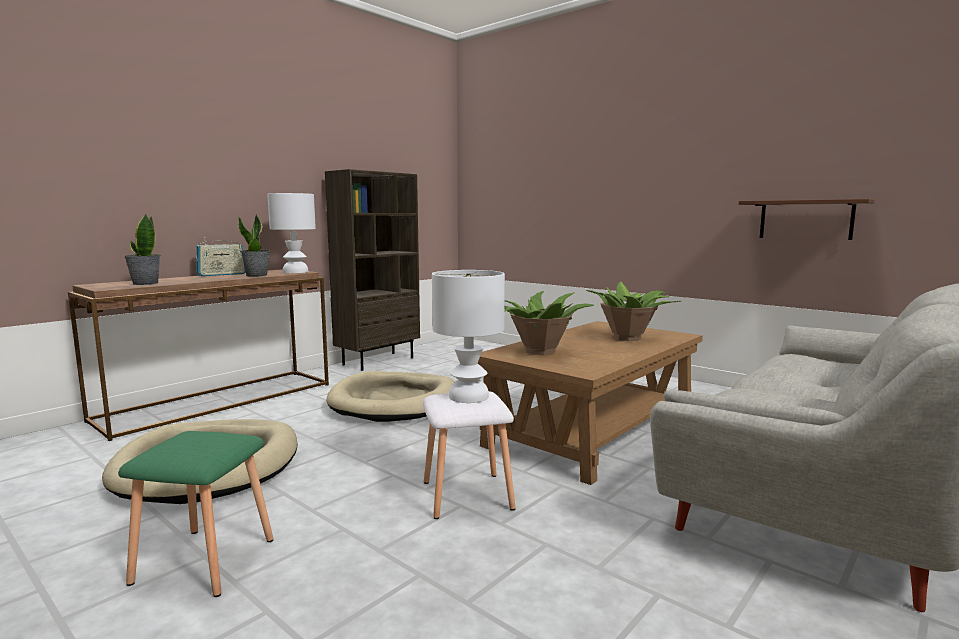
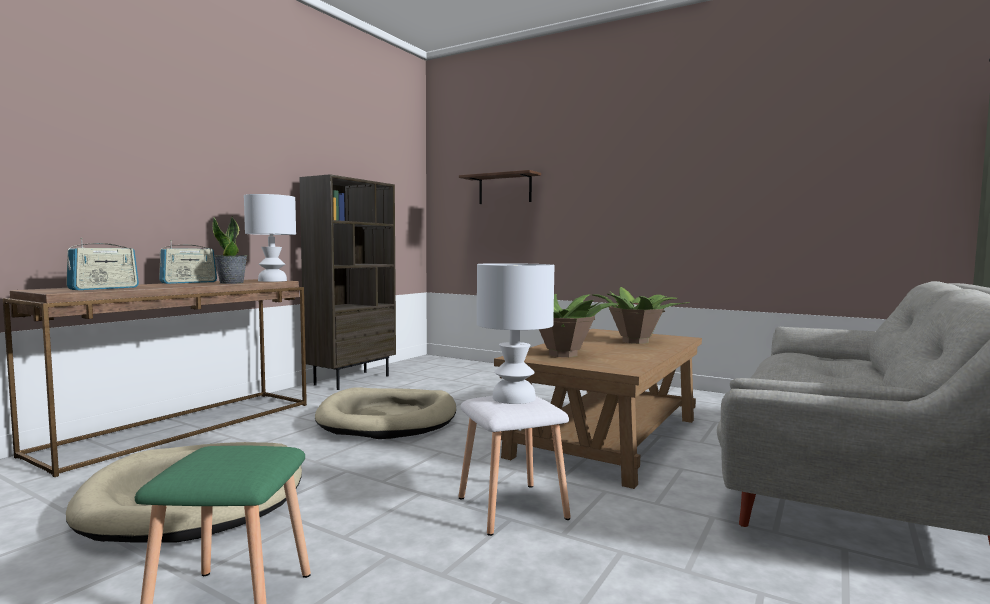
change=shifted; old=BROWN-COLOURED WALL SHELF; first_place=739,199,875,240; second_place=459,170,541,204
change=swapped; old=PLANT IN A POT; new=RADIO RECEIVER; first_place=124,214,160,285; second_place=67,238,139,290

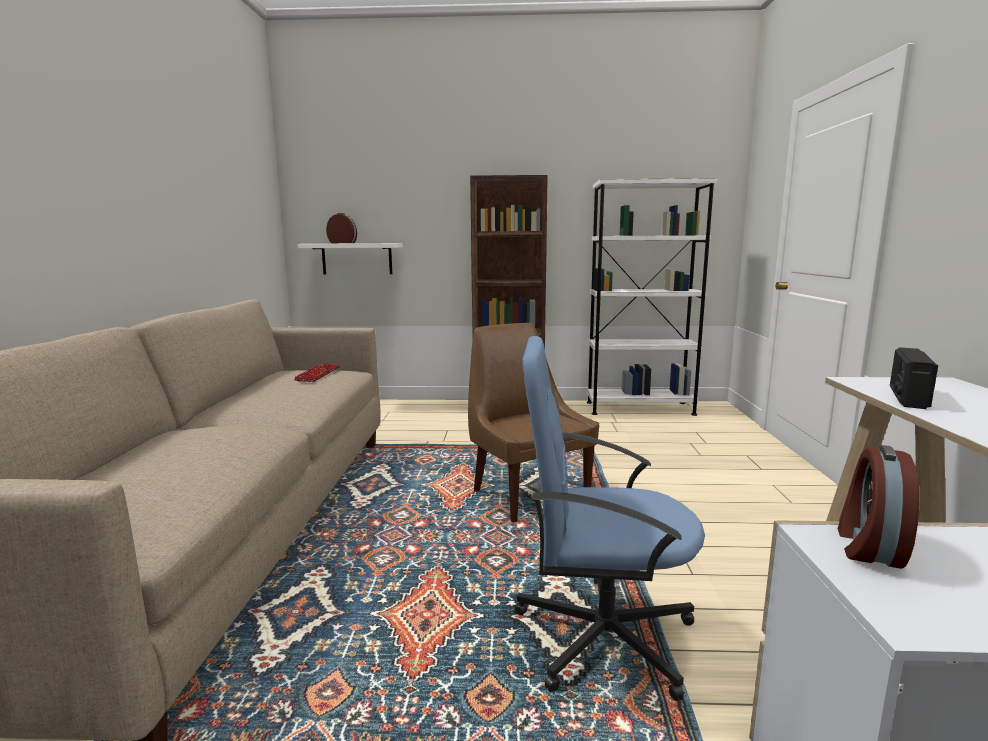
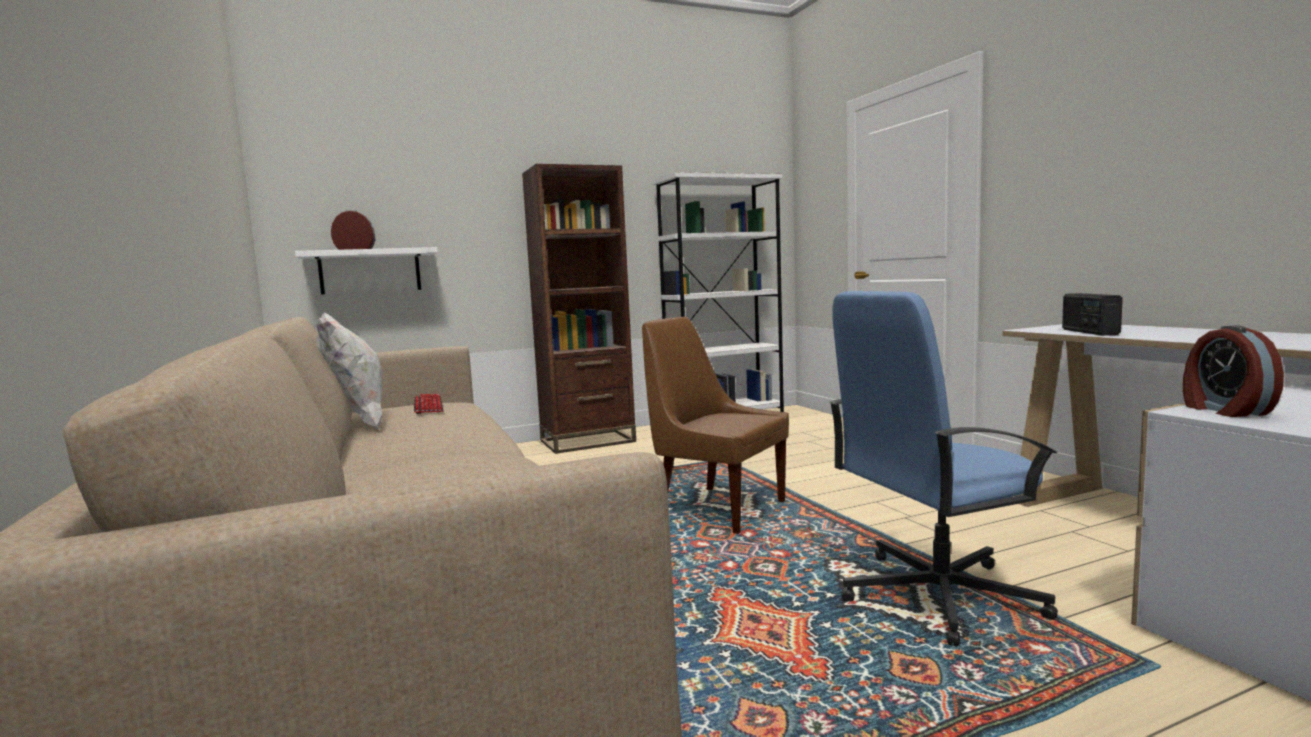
change=new; new=WHITE-COLOURED CUSHION; second_place=317,312,382,430

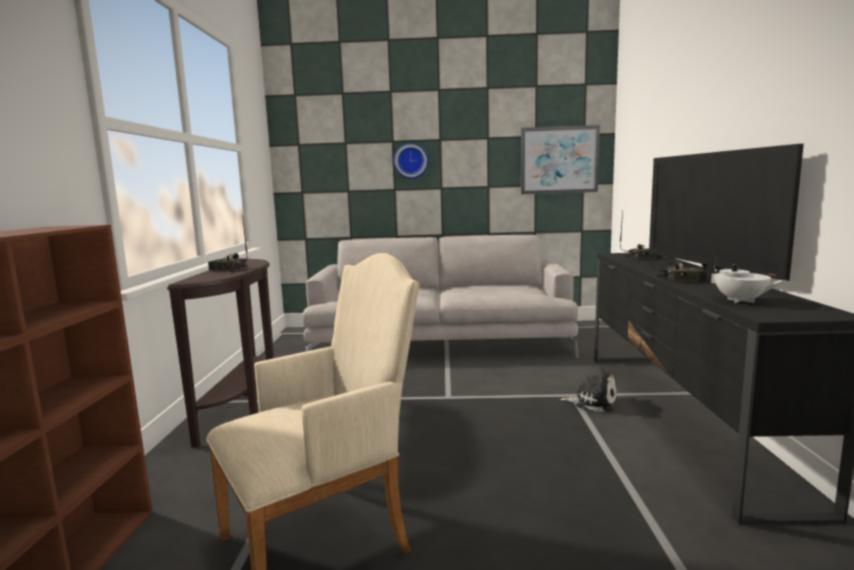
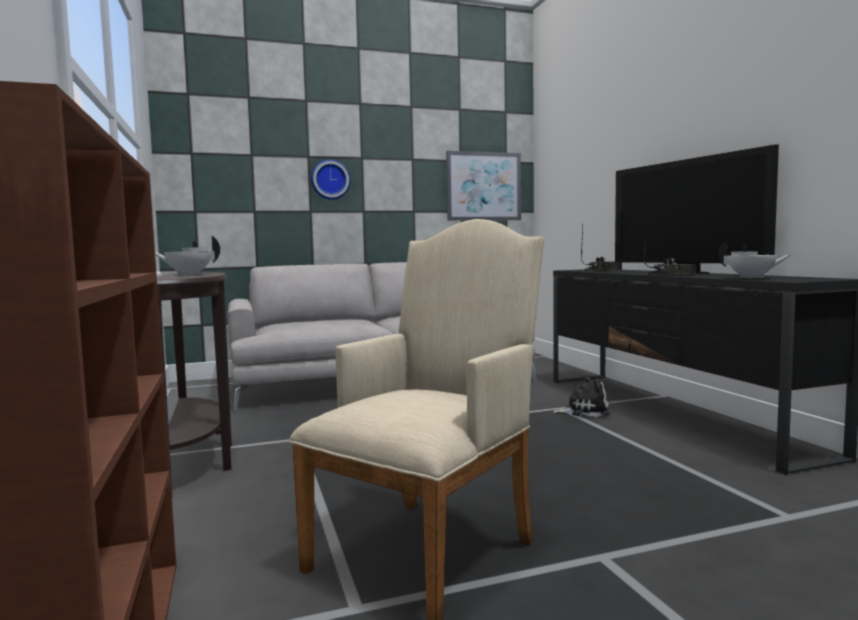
change=swapped; old=RADIO RECEIVER; new=WHITE-COLOURED TEAPOT; first_place=208,214,247,272; second_place=155,235,220,275

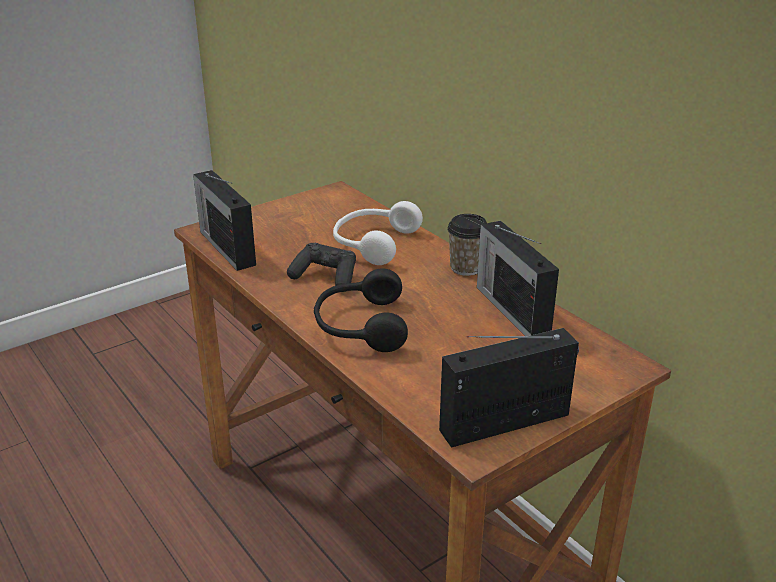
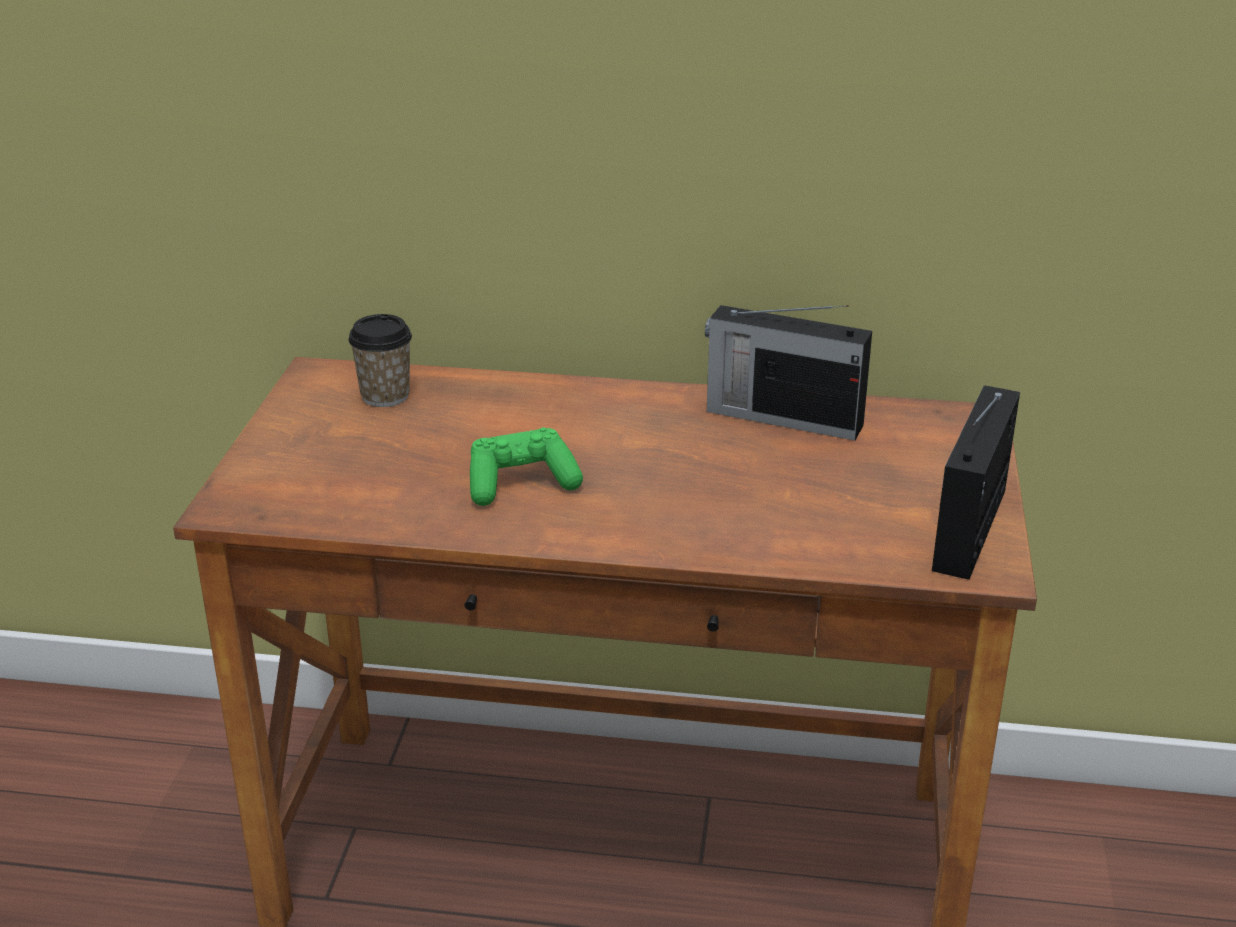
change=gone; old=RADIO RECEIVER; first_place=193,170,256,271
change=gone; old=WHITE-COLOURED HEADSET; first_place=333,201,423,265
change=shifted; old=CUP; first_place=447,214,487,276; second_place=348,314,412,407
change=repainted; old=BLACK GAMEPAD; new=GREENISH GAMEPAD; first_place=287,242,356,292; second_place=470,428,583,506
change=gone; old=BLACK HEADSET; first_place=314,268,408,352

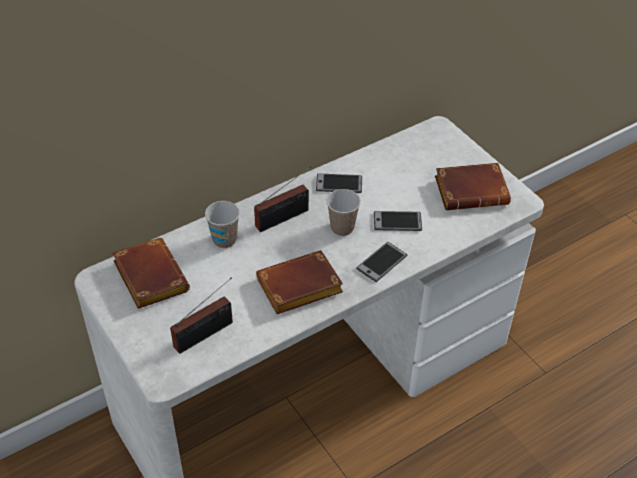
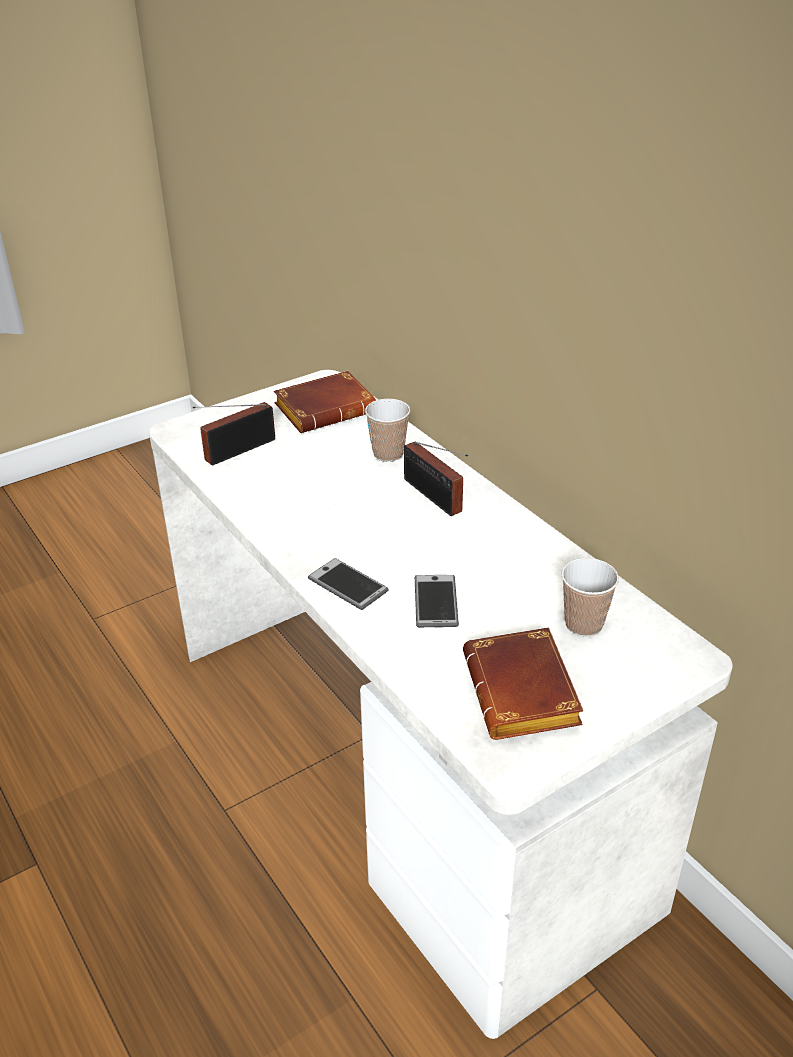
change=gone; old=PHONE; first_place=316,173,362,193
change=shifted; old=CUP; first_place=326,189,361,236; second_place=562,558,619,637
change=gone; old=BROWN-COLOURED BOOK; first_place=256,250,343,314
change=rotated; old=RADIO RECEIVER; first_place=170,278,233,354; second_place=193,402,275,465; degrees=90

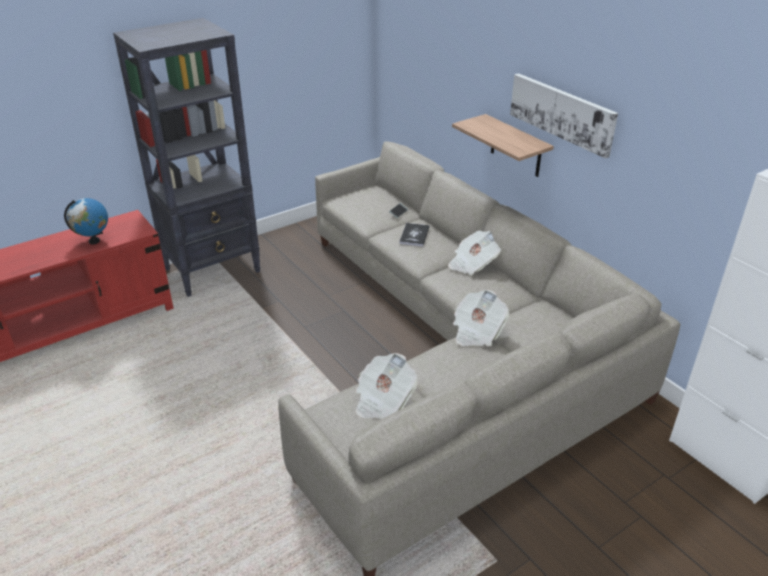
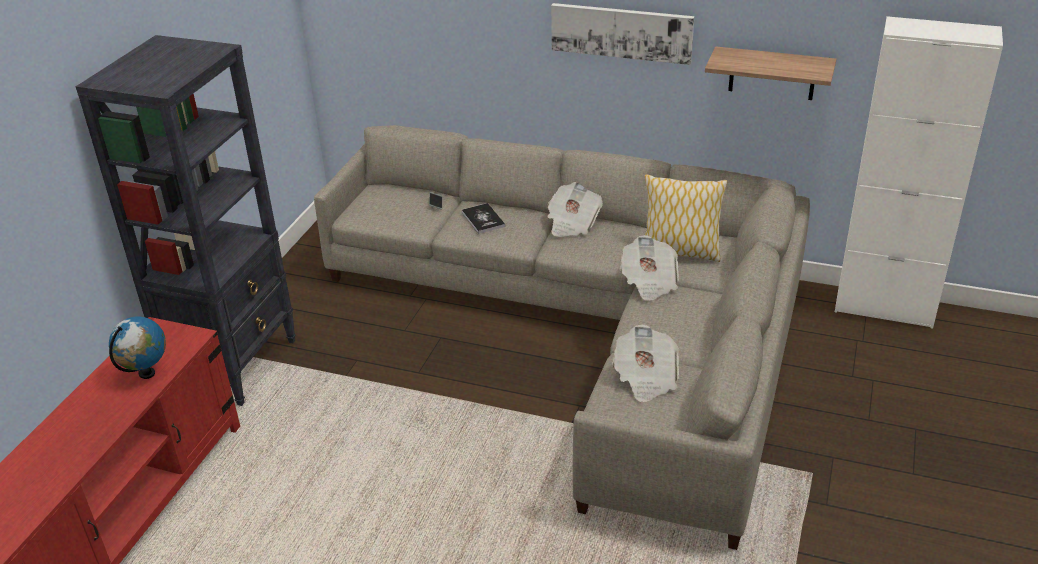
change=shifted; old=WALL SHELF; first_place=452,114,554,177; second_place=705,46,836,100
change=new; new=CUSHION; second_place=645,174,727,262

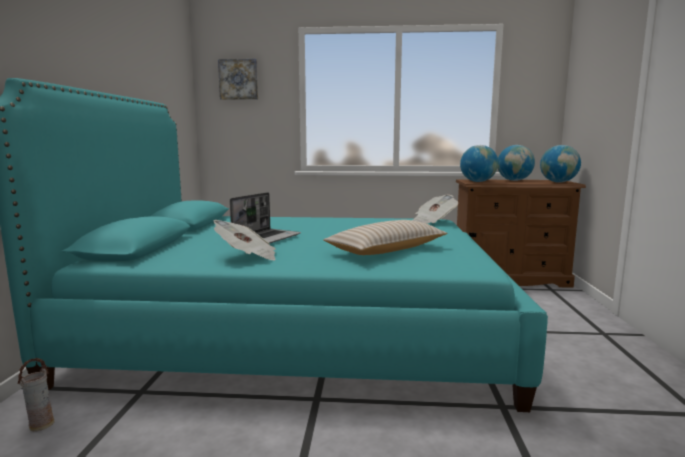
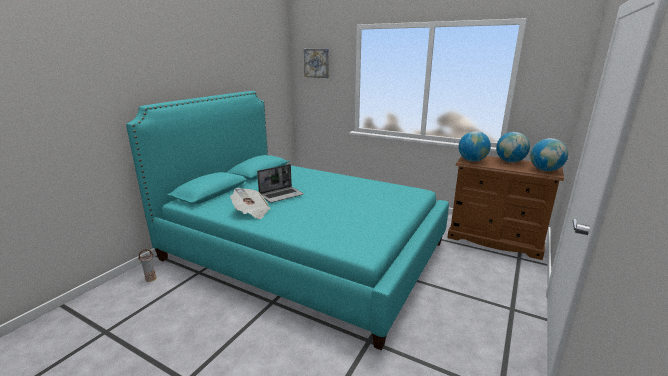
change=gone; old=NEWSPAPER; first_place=412,195,458,224
change=gone; old=BEIGE CUSHION; first_place=323,220,448,255

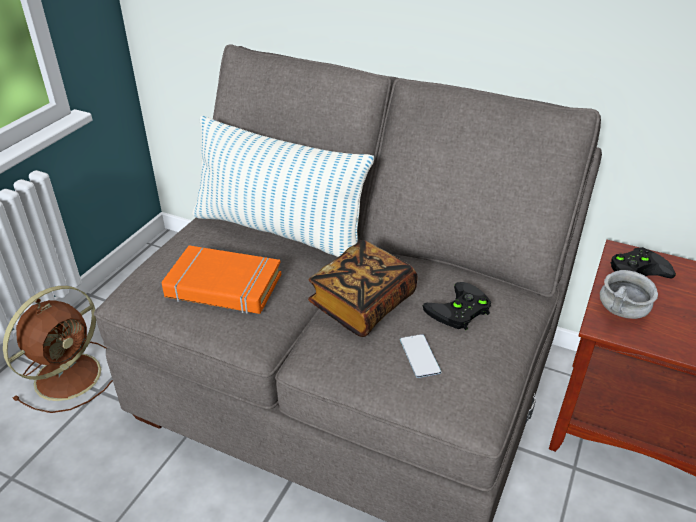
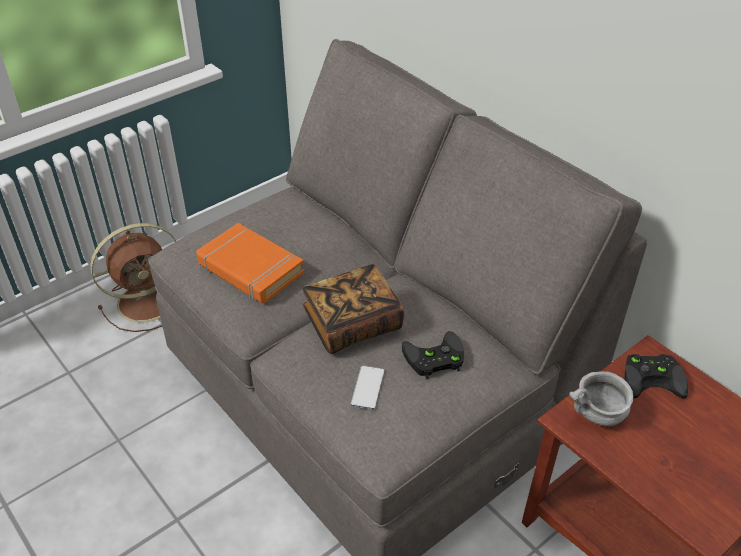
change=gone; old=CUSHION; first_place=192,115,374,257

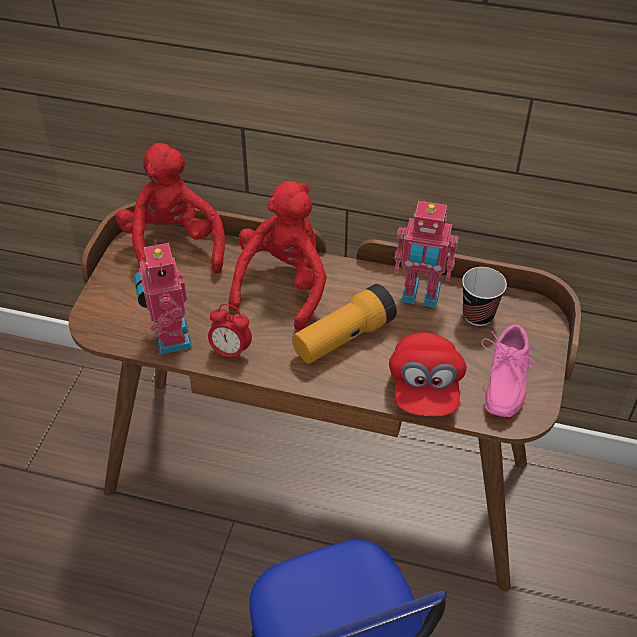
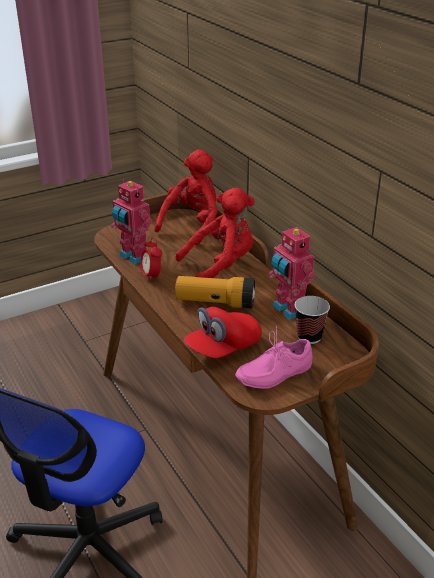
change=rotated; old=MODEL ROBOT; first_place=134,240,193,354; second_place=111,180,152,264; degrees=-75

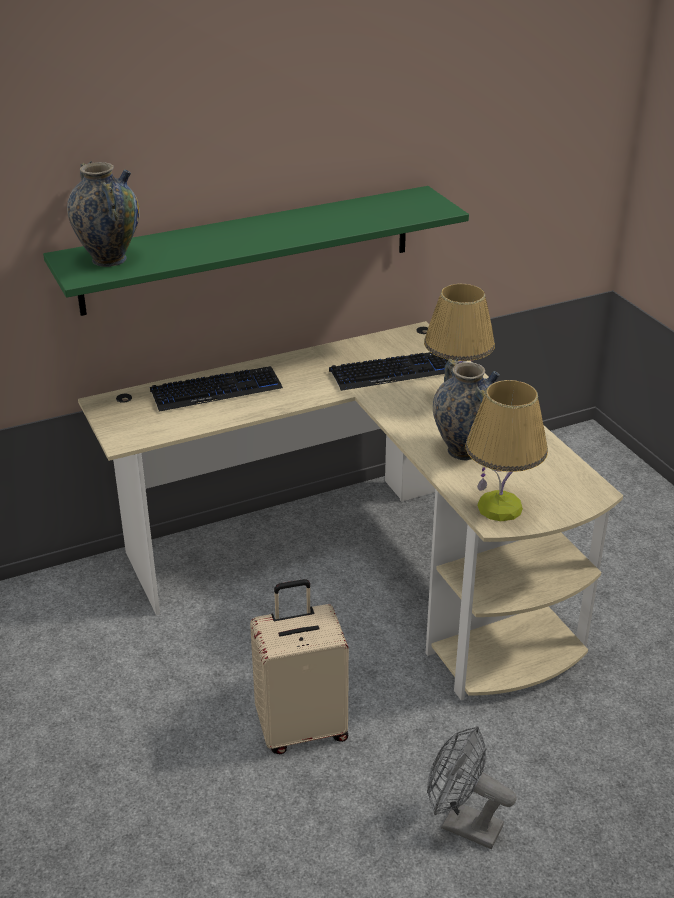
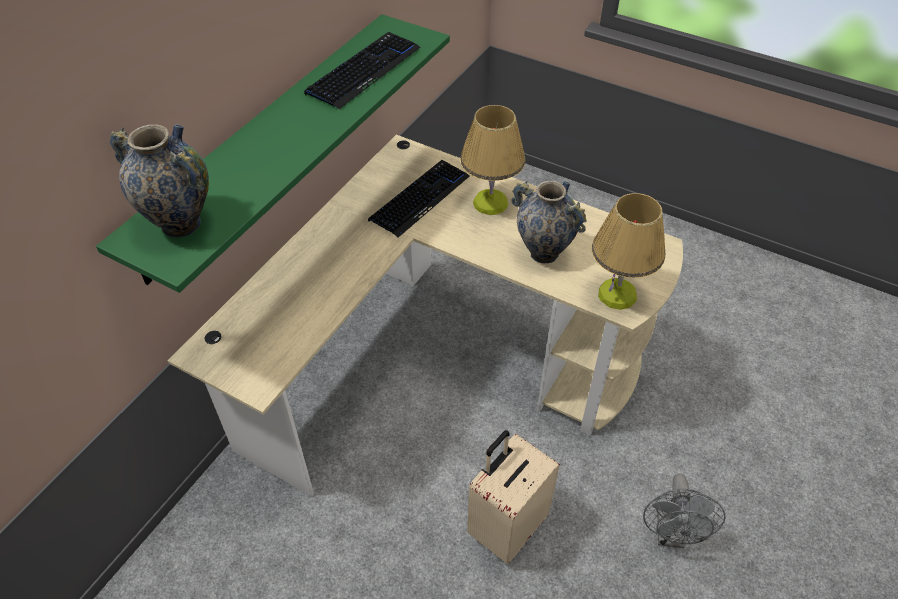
change=shifted; old=COMPUTER KEYBOARD; first_place=150,366,283,412; second_place=304,32,420,109
change=rotated; old=GREYISH ELECTRIC FAN; first_place=427,726,516,849; second_place=643,473,726,548; degrees=-75

